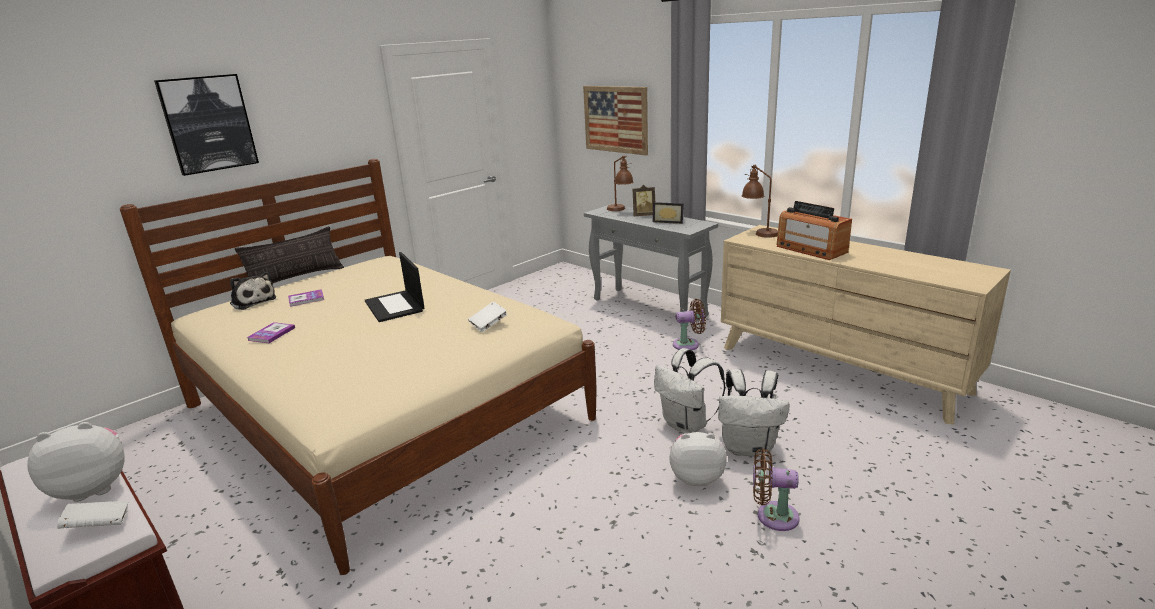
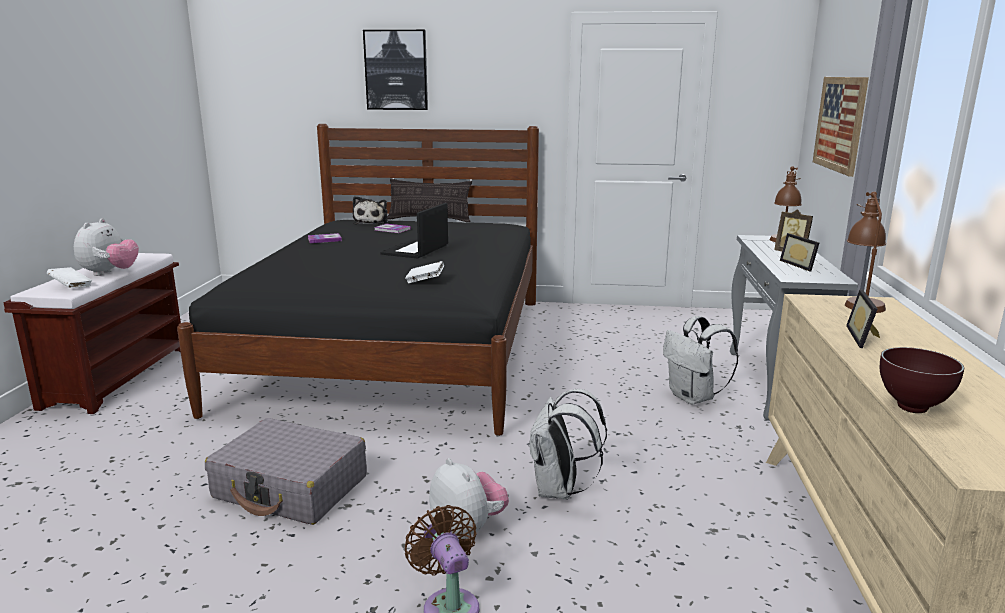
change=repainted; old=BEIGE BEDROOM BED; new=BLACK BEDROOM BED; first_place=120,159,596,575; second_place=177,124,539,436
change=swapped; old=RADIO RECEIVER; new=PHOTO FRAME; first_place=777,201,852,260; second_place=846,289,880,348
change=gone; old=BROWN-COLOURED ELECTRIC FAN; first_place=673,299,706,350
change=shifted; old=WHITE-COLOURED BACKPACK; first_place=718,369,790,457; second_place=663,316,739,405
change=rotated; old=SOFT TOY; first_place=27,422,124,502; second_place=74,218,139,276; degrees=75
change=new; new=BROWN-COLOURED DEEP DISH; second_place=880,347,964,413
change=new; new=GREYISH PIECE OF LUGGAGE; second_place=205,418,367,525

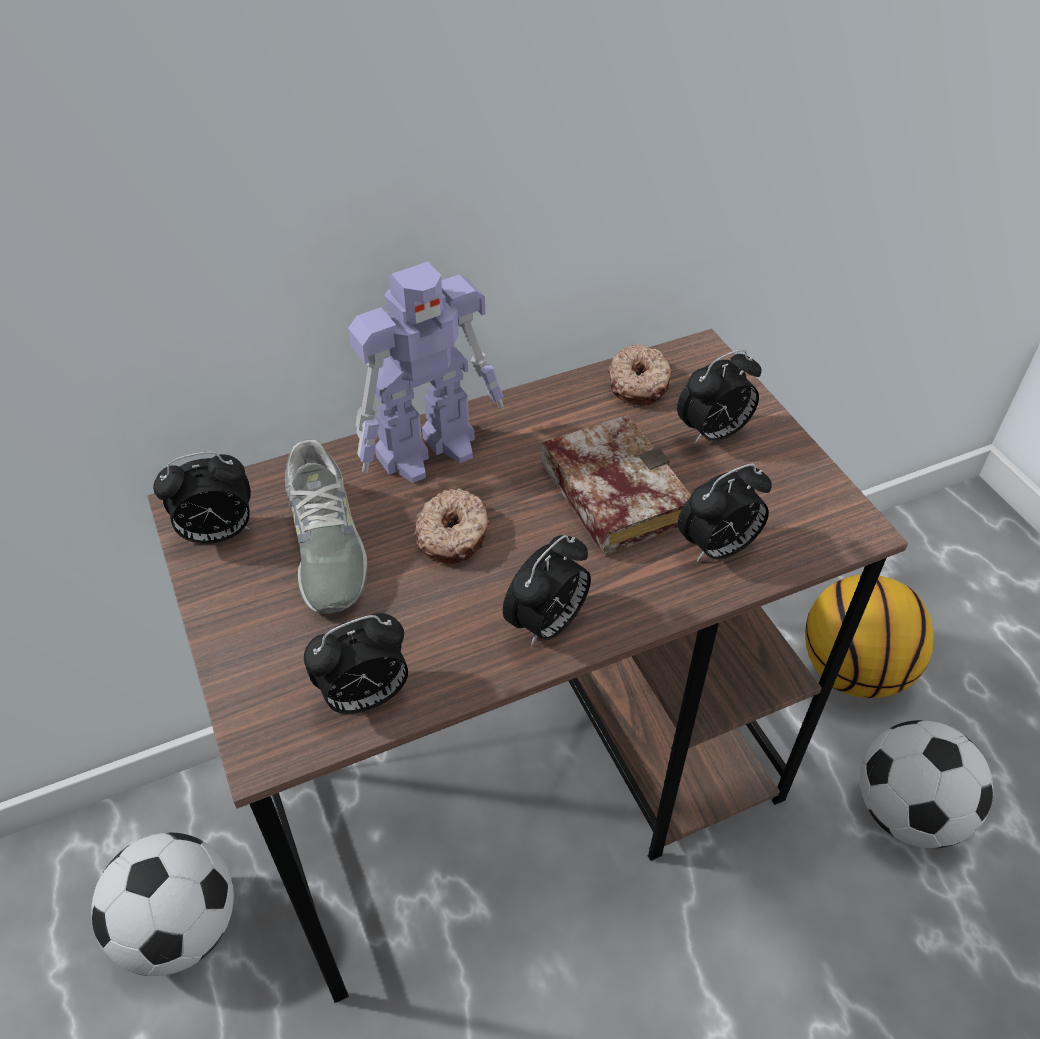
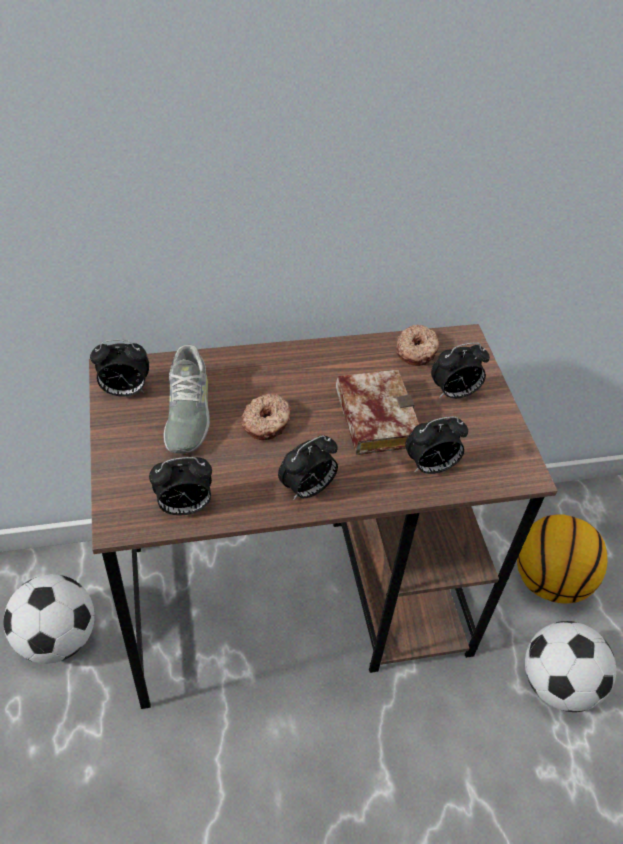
change=gone; old=MODEL ROBOT; first_place=348,262,503,483

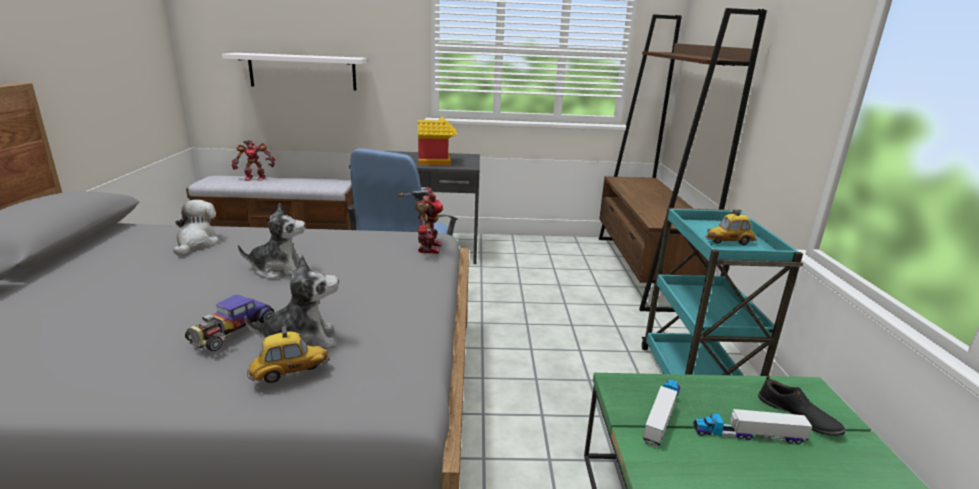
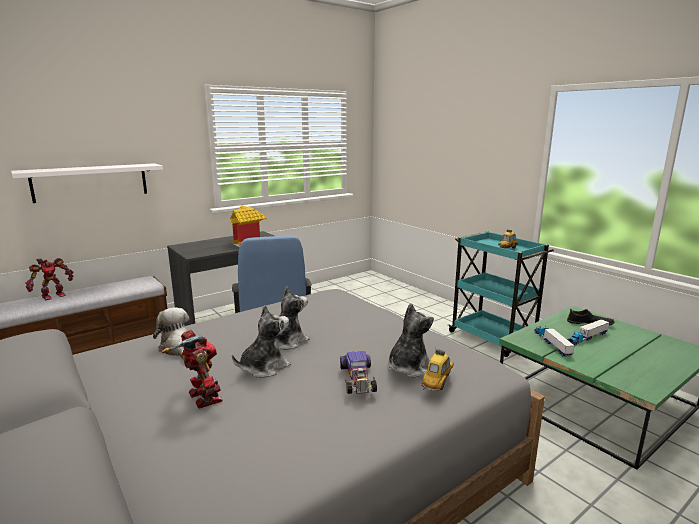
change=gone; old=BROWN-COLOURED SHELVING UNIT; first_place=599,8,767,312
change=shifted; old=MODEL ROBOT; first_place=397,188,443,254; second_place=162,330,222,408
change=new; new=SOFT TOY; second_place=232,305,291,378

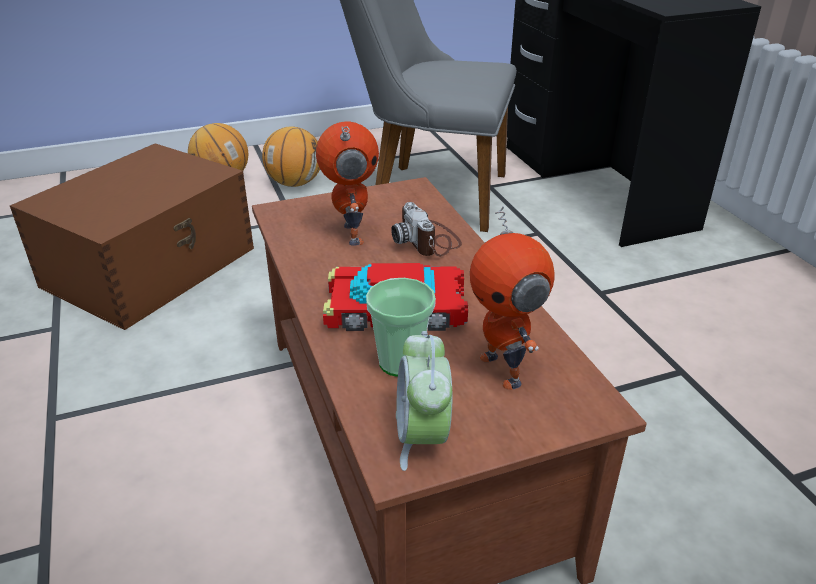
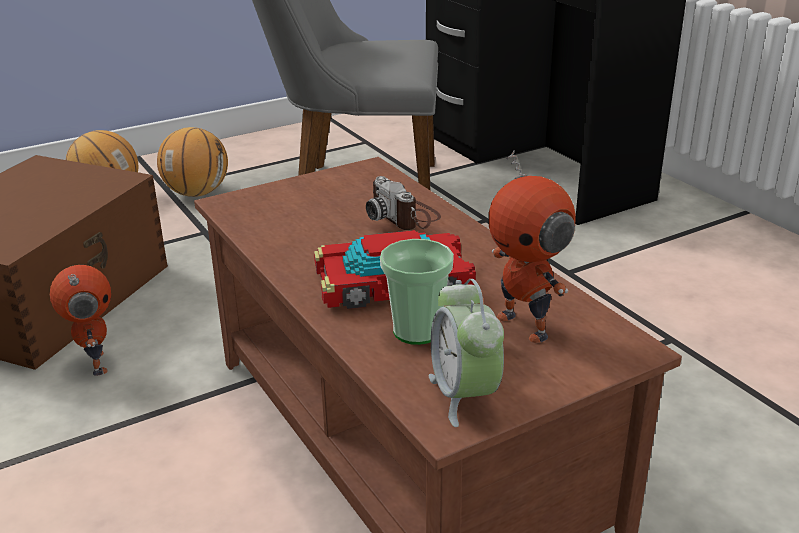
change=shifted; old=MODEL ROBOT; first_place=316,121,379,246; second_place=50,265,111,376

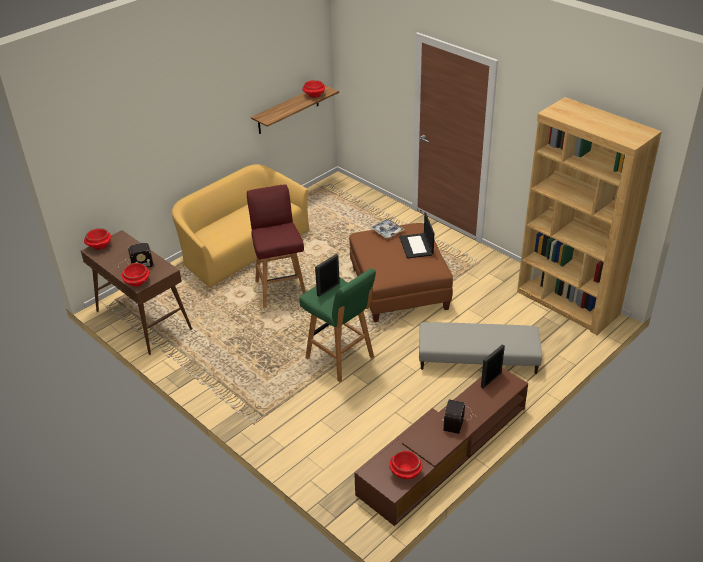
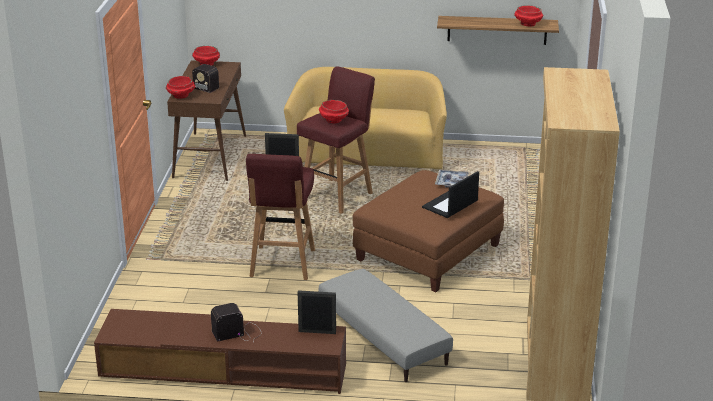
change=repainted; old=GREENISH STOOL; new=RED-COLOURED STOOL; first_place=299,268,376,382; second_place=246,154,315,280
change=shifted; old=RED-COLOURED DEEP DISH; first_place=389,450,423,479; second_place=319,100,349,123

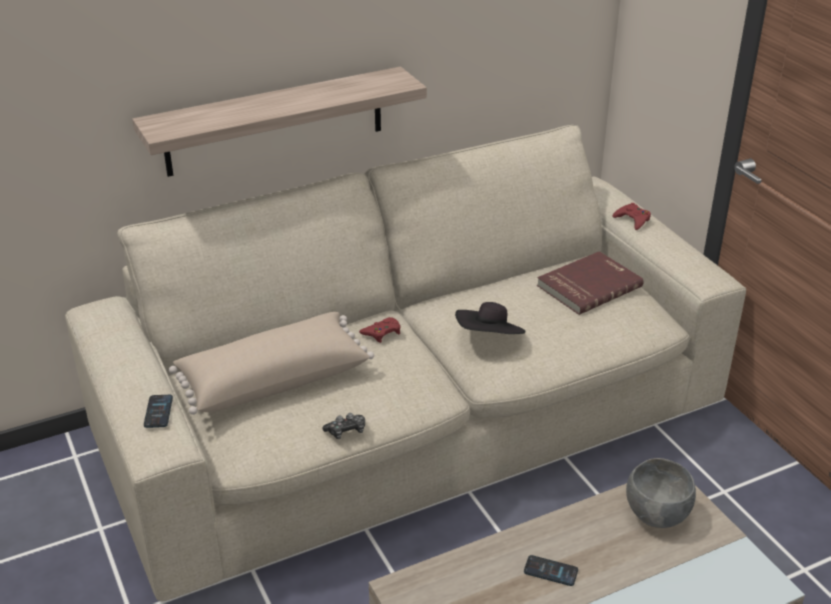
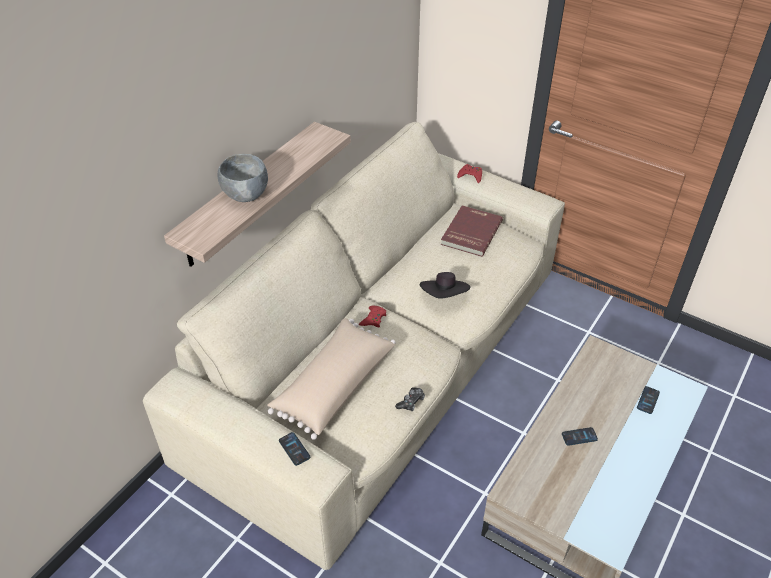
change=shifted; old=GREYISH DEEP DISH; first_place=626,458,696,528; second_place=218,154,268,202
change=new; new=PHONE; second_place=637,386,660,414

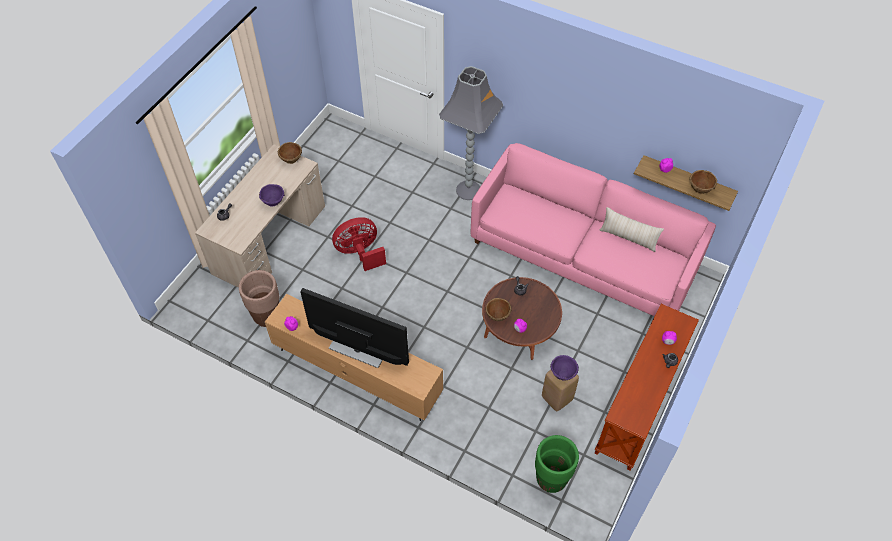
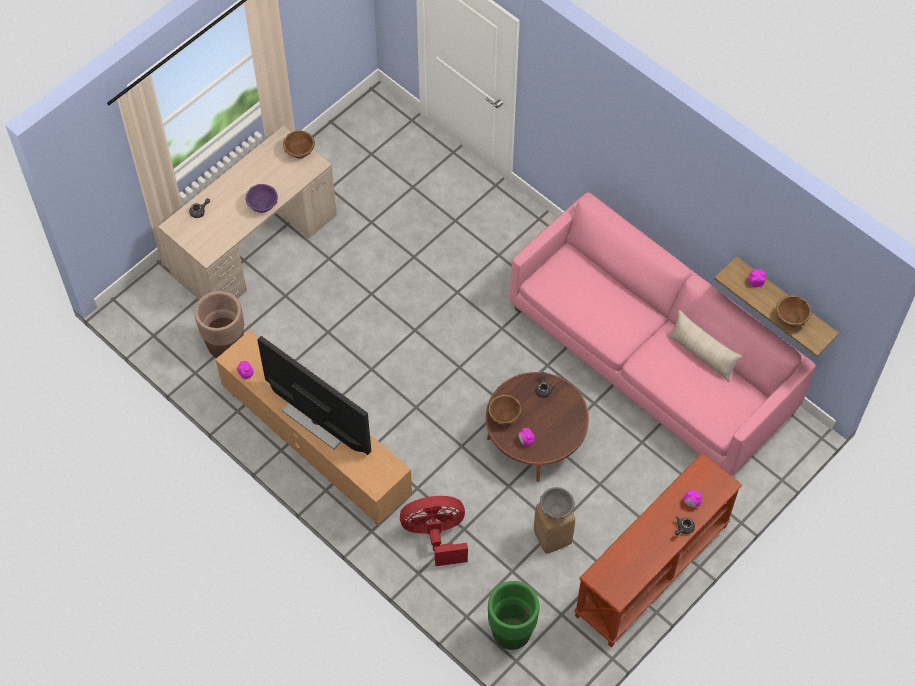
change=gone; old=GREYISH STANDARD LAMP; first_place=439,66,503,200
change=shifted; old=RED-COLOURED ELECTRIC FAN; first_place=332,217,386,271; second_place=400,496,468,566
change=repainted; old=PURPLISH DEEP DISH; new=GREYISH DEEP DISH; first_place=550,355,579,381; second_place=540,487,575,519

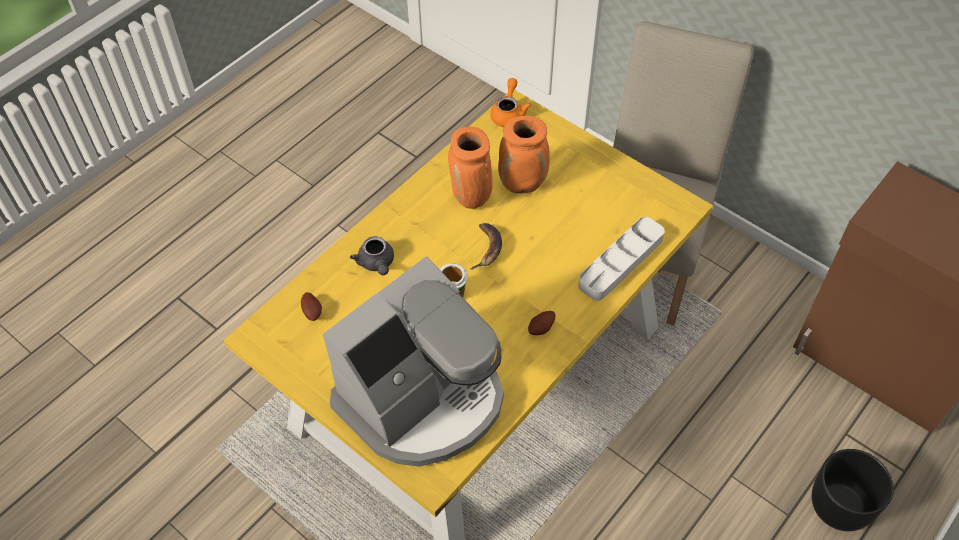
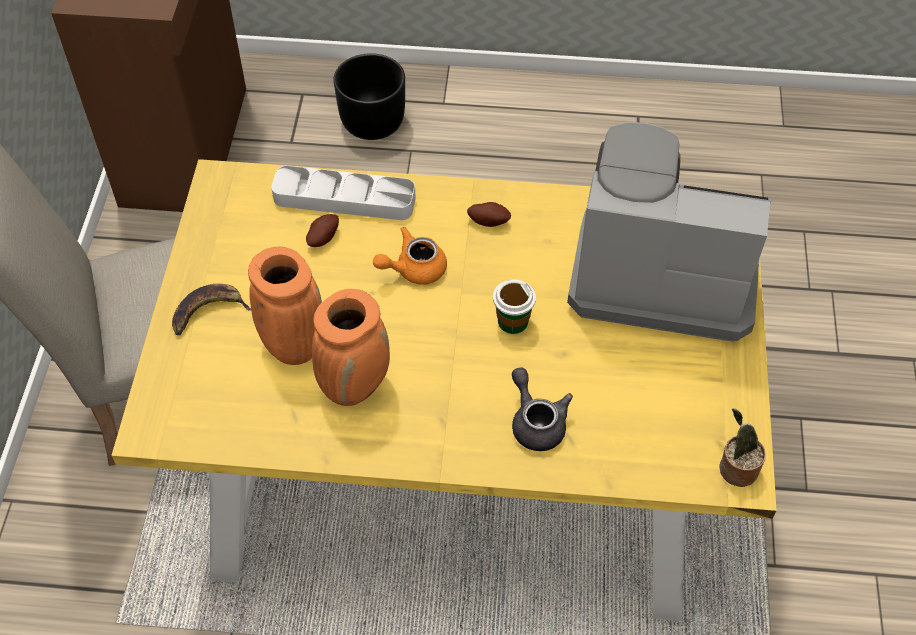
change=shifted; old=ORANGEY TEAPOT; first_place=490,78,531,127; second_place=373,227,447,285
change=shifted; old=WHOLE BANANA; first_place=470,223,502,270; second_place=172,284,251,336
change=rotated; old=GREYISH TEAPOT; first_place=350,236,394,275; second_place=512,368,573,451; degrees=-60
change=shifted; old=WHOLE POTATO; first_place=301,292,322,321; second_place=306,214,339,247
change=new; new=PLANT IN A POT; second_place=719,408,766,487

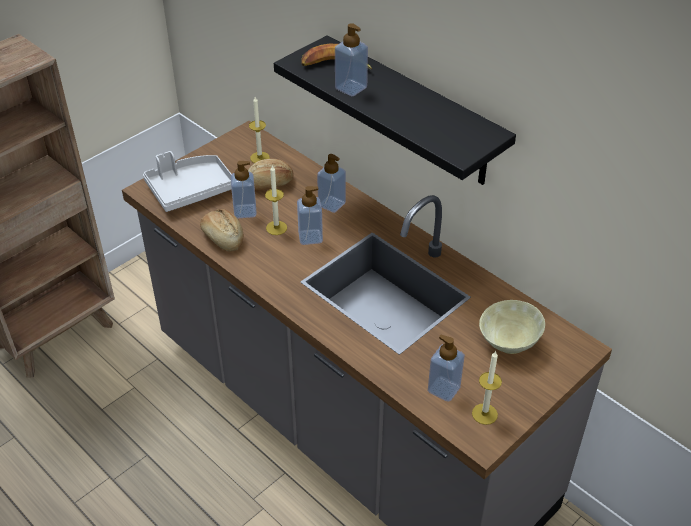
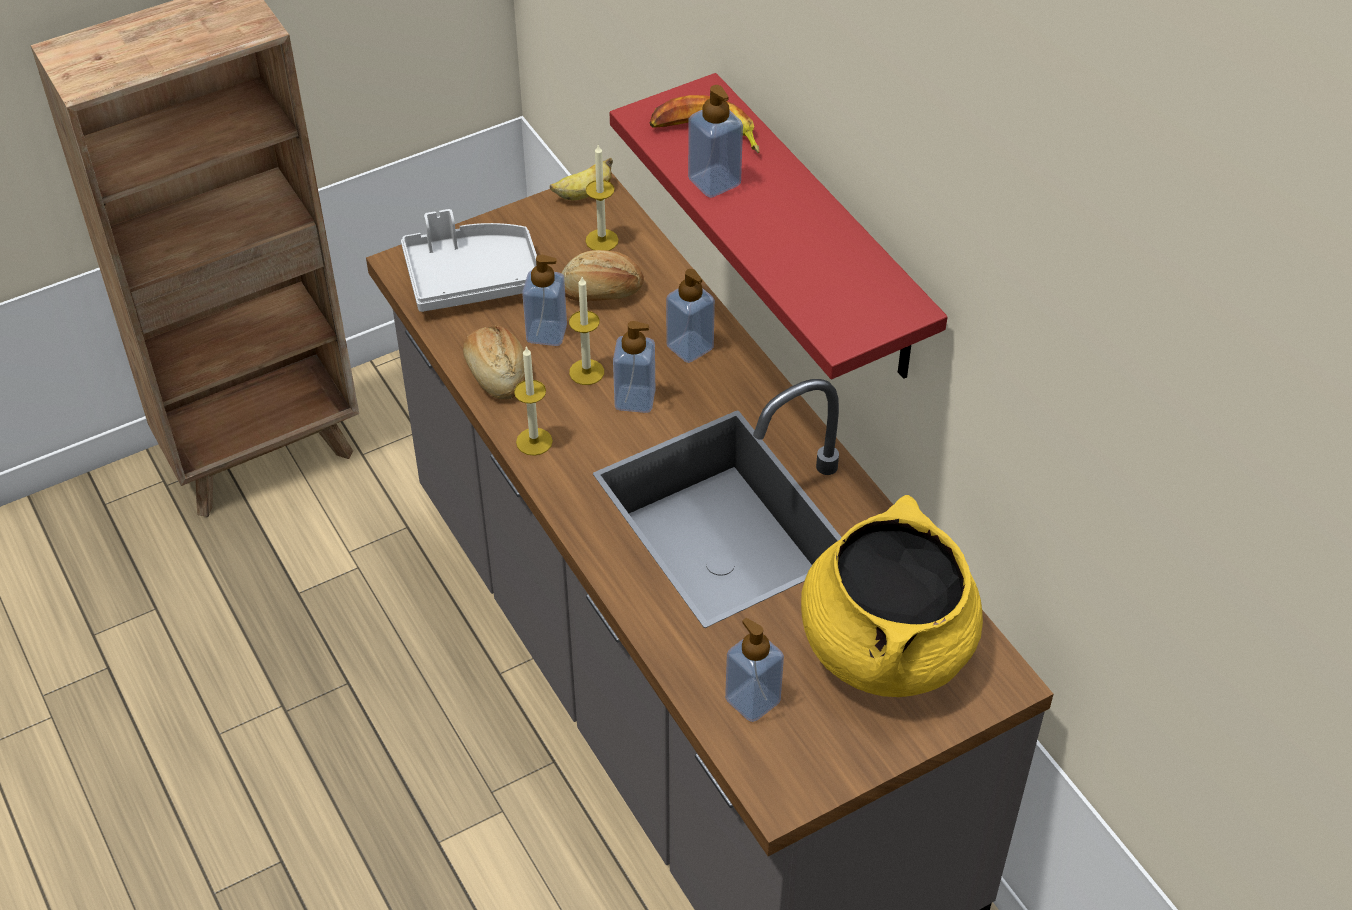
change=repainted; old=BLACK WALL SHELF; new=RED-COLOURED WALL SHELF; first_place=274,35,516,185; second_place=610,73,947,379
change=swapped; old=BEIGE DEEP DISH; new=YELLOWISH SAUCEPOT; first_place=479,300,545,354; second_place=801,495,983,697
change=shifted; old=WAX LIGHT; first_place=472,351,502,425; second_place=514,346,553,456
change=new; new=WHOLE BANANA; second_place=550,158,613,200

